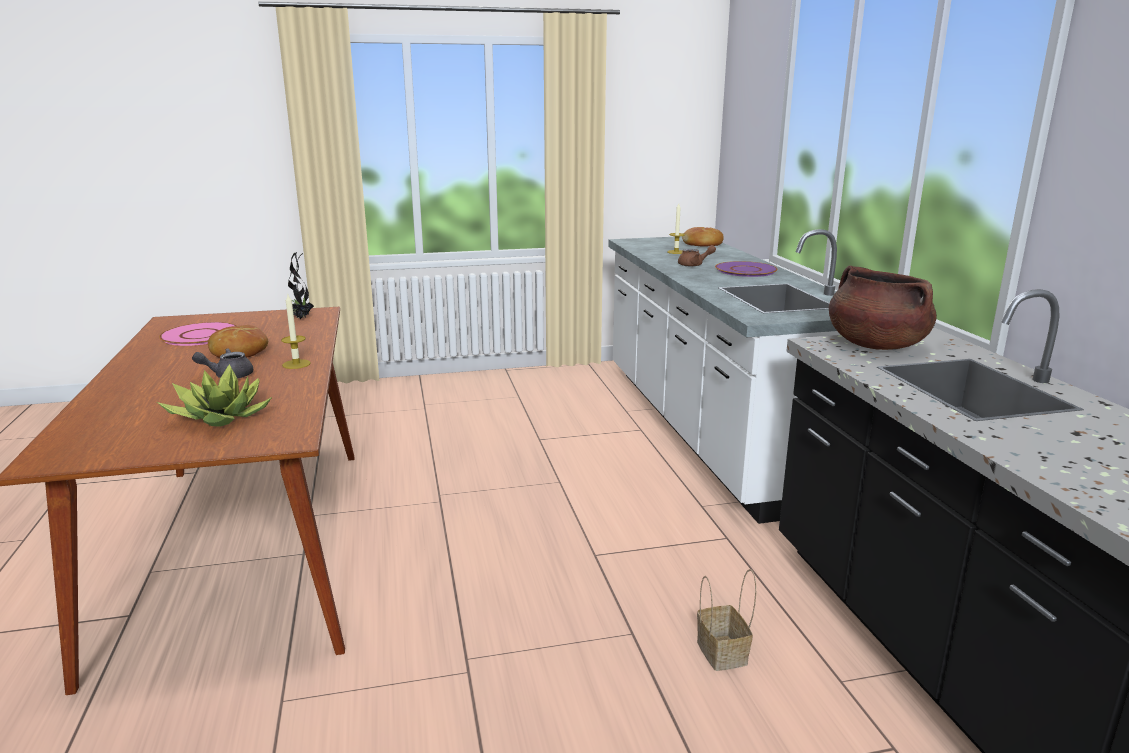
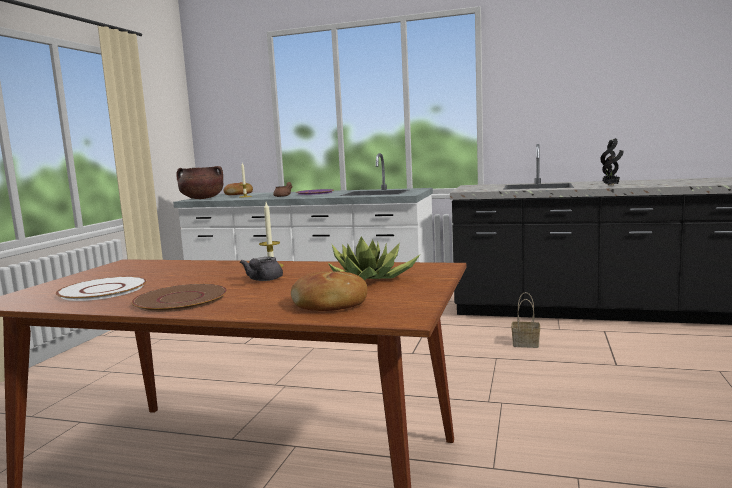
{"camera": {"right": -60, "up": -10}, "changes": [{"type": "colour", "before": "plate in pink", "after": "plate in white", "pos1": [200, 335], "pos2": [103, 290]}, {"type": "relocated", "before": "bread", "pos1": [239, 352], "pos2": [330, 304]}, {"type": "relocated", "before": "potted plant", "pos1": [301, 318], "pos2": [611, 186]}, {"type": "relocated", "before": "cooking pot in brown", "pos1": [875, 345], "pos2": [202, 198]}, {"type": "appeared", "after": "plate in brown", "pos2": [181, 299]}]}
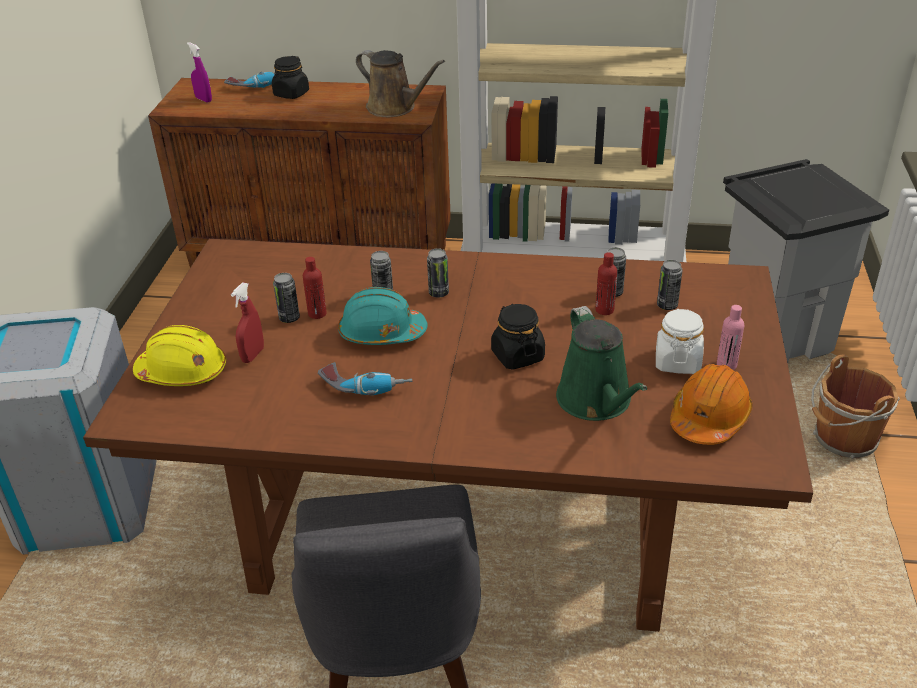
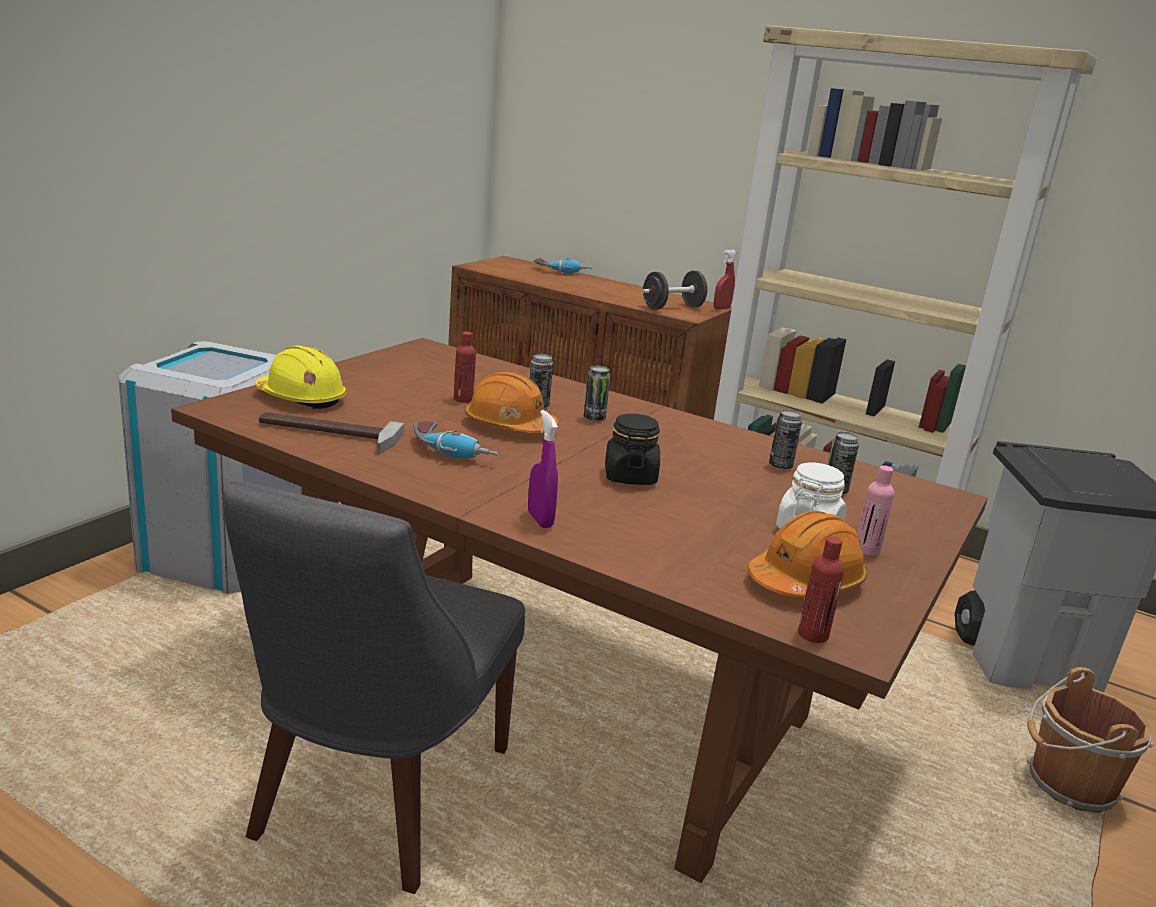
{"camera": {"right": 20, "up": -15}, "changes": [{"type": "relocated", "before": "spray bottle in purple", "pos1": [203, 99], "pos2": [540, 520]}, {"type": "relocated", "before": "spray bottle in red", "pos1": [253, 355], "pos2": [721, 308]}, {"type": "missing", "before": "jar in black", "pos1": [291, 94]}, {"type": "missing", "before": "can", "pos1": [289, 318]}, {"type": "colour", "before": "hard hat in turquoise", "after": "hard hat in orange", "pos1": [381, 333], "pos2": [509, 426]}, {"type": "exchanged", "before": "watering can in brown", "after": "dumbbell in black", "pos1": [395, 108], "pos2": [672, 307]}, {"type": "missing", "before": "watering can in green", "pos1": [597, 401]}, {"type": "relocated", "before": "bottle in red", "pos1": [604, 310], "pos2": [813, 635]}, {"type": "appeared", "after": "hammer", "pos2": [326, 434]}]}
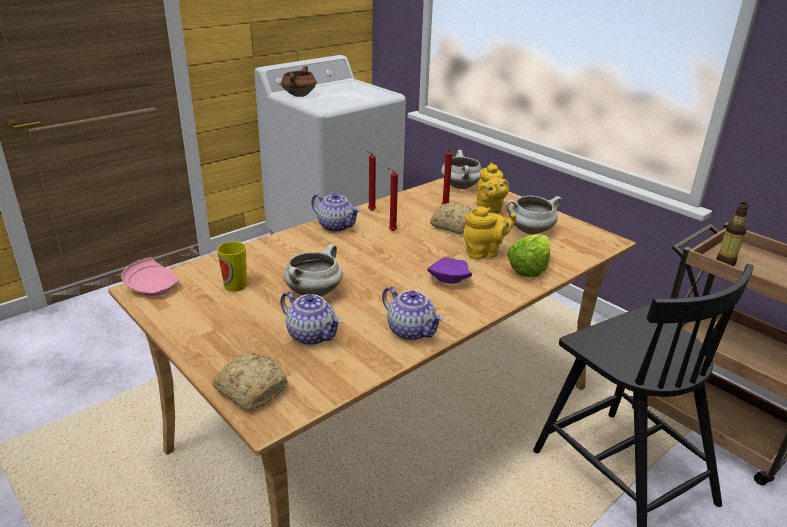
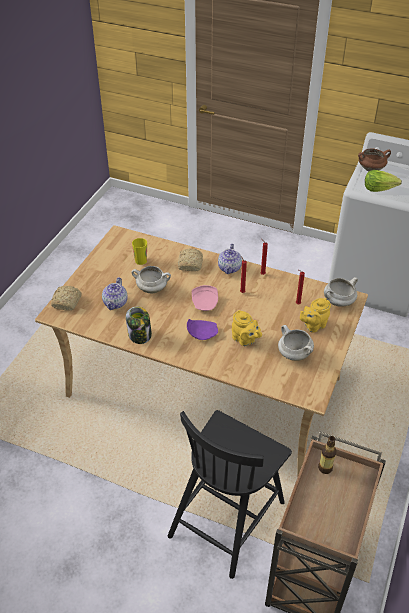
{"camera": {"right": 65, "up": 15}, "changes": [{"type": "relocated", "before": "plate in pink", "pos1": [153, 287], "pos2": [205, 303]}, {"type": "exchanged", "before": "teapot", "after": "jar", "pos1": [411, 331], "pos2": [140, 335]}, {"type": "relocated", "before": "bread", "pos1": [452, 226], "pos2": [190, 263]}, {"type": "relocated", "before": "lettuce", "pos1": [529, 268], "pos2": [379, 188]}]}
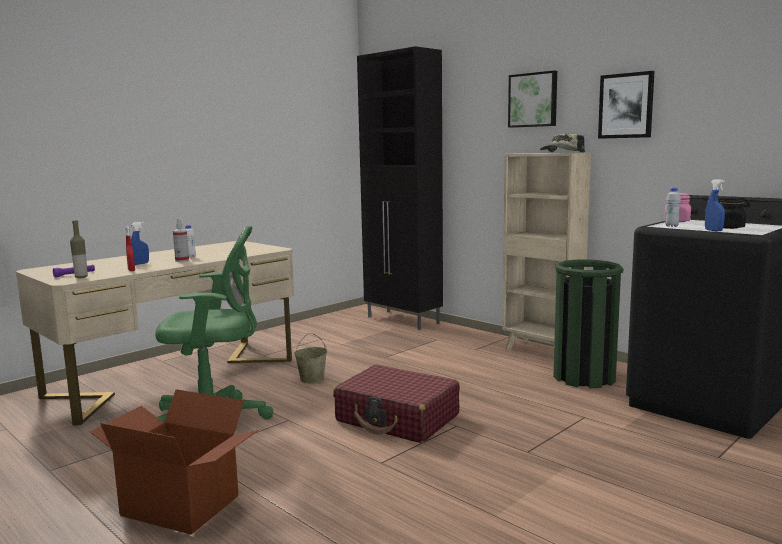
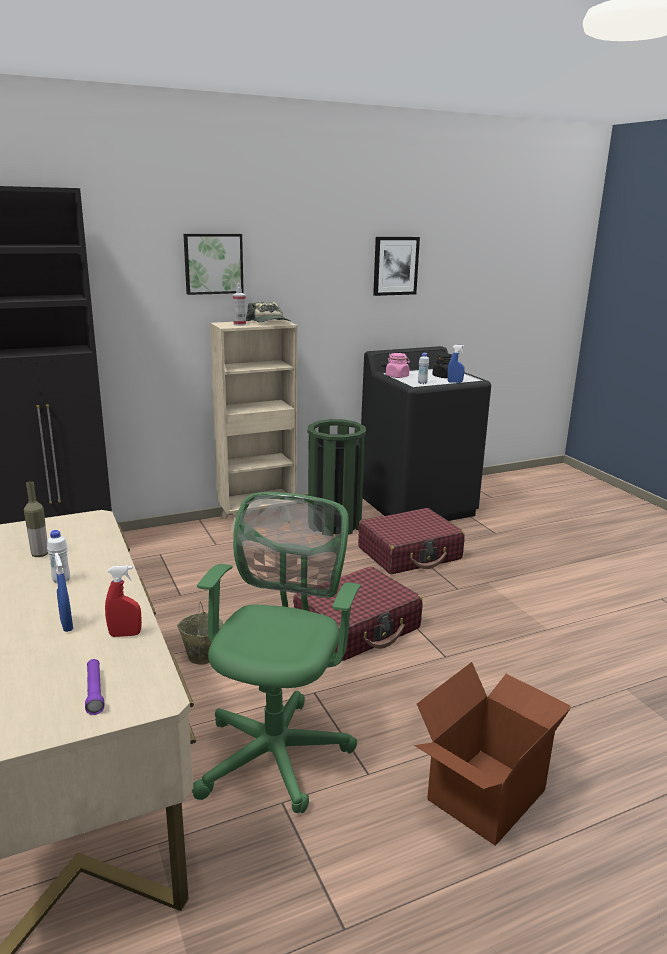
{"camera": {"right": -70, "up": 10}, "changes": [{"type": "relocated", "before": "bottle", "pos1": [81, 277], "pos2": [40, 554]}, {"type": "relocated", "before": "spray bottle", "pos1": [182, 260], "pos2": [239, 324]}, {"type": "relocated", "before": "picture", "pos1": [626, 106], "pos2": [395, 266]}, {"type": "appeared", "after": "suitcase in red", "pos2": [410, 553]}]}
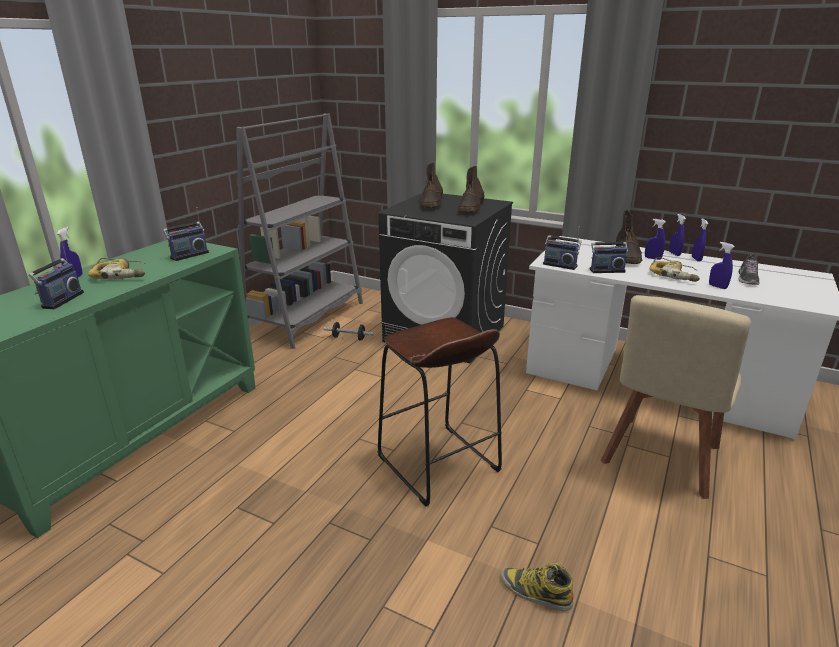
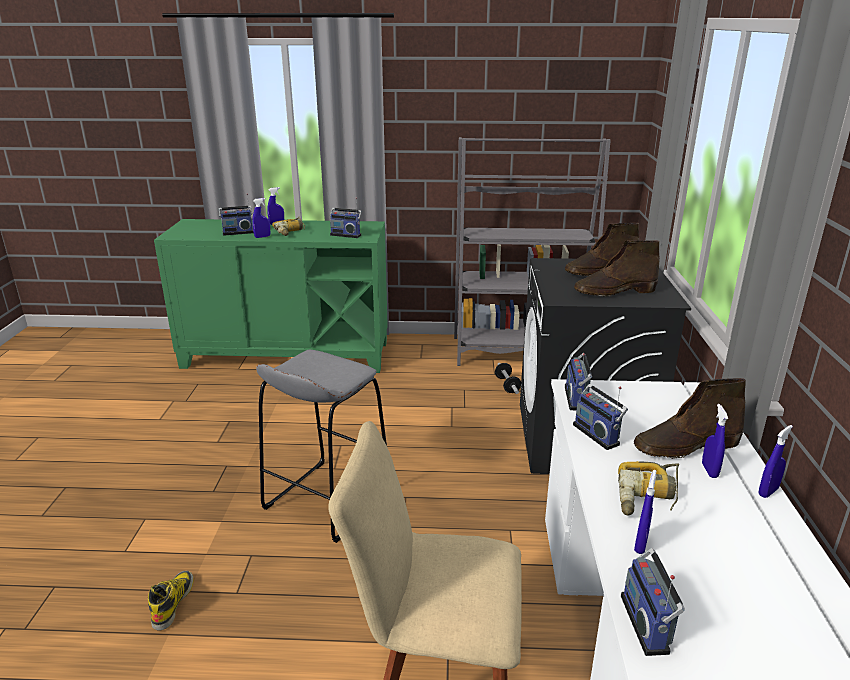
{"camera": {"right": 65, "up": 0}, "changes": [{"type": "colour", "before": "stool in brown", "after": "stool in grey", "pos1": [438, 464], "pos2": [327, 499]}, {"type": "relocated", "before": "spray bottle in blue", "pos1": [696, 259], "pos2": [262, 237]}, {"type": "missing", "before": "shoe", "pos1": [747, 279]}, {"type": "appeared", "after": "radio", "pos2": [648, 623]}]}
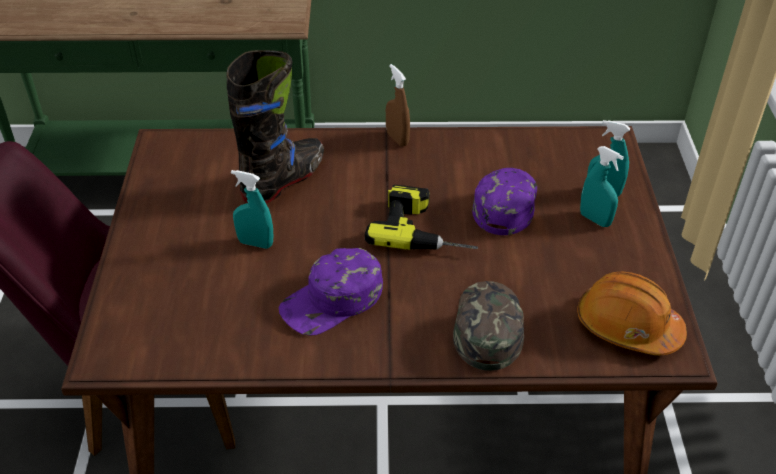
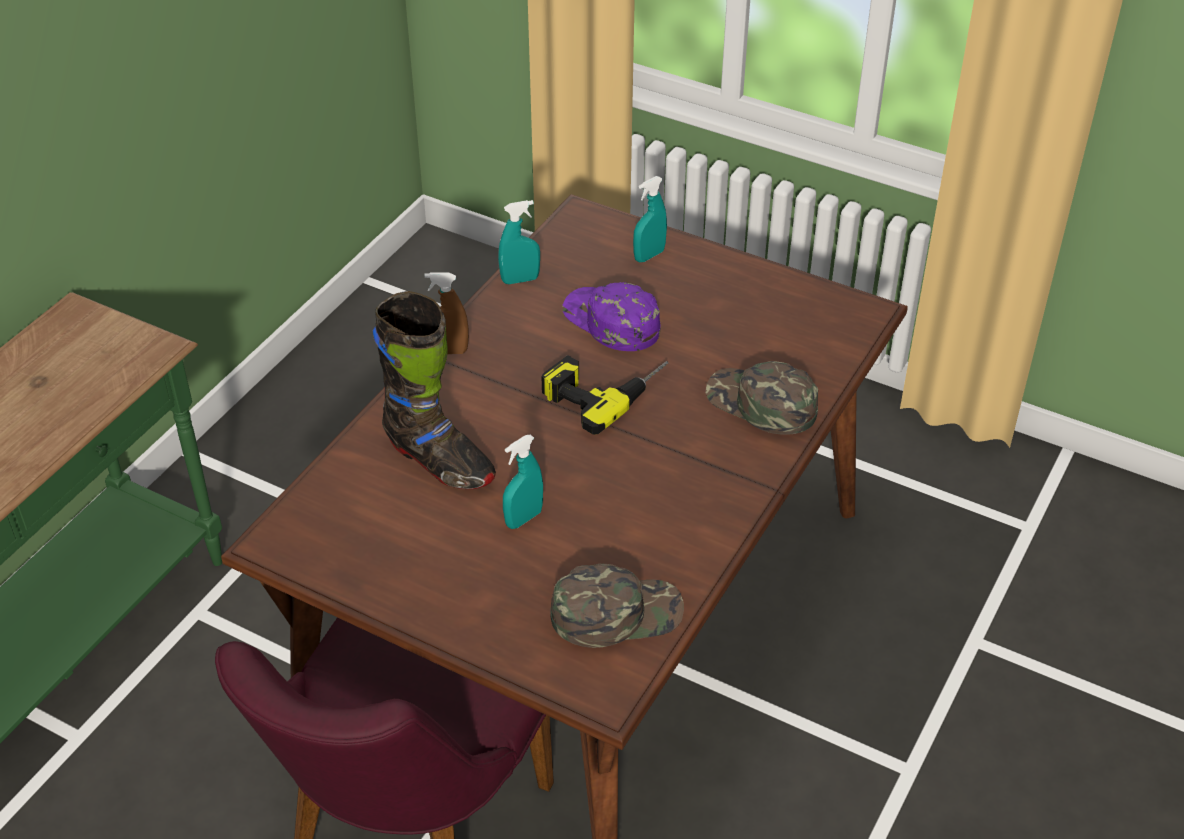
{"camera": {"right": -60, "up": 0}, "changes": [{"type": "spun", "before": "boot in black", "pos1": [284, 180], "pos2": [438, 461], "turn": 150}, {"type": "missing", "before": "cap in purple", "pos1": [333, 300]}, {"type": "missing", "before": "hard hat in orange", "pos1": [627, 326]}, {"type": "relocated", "before": "spray bottle in turquoise", "pos1": [595, 219], "pos2": [520, 280]}, {"type": "appeared", "after": "cap in green", "pos2": [616, 612]}]}
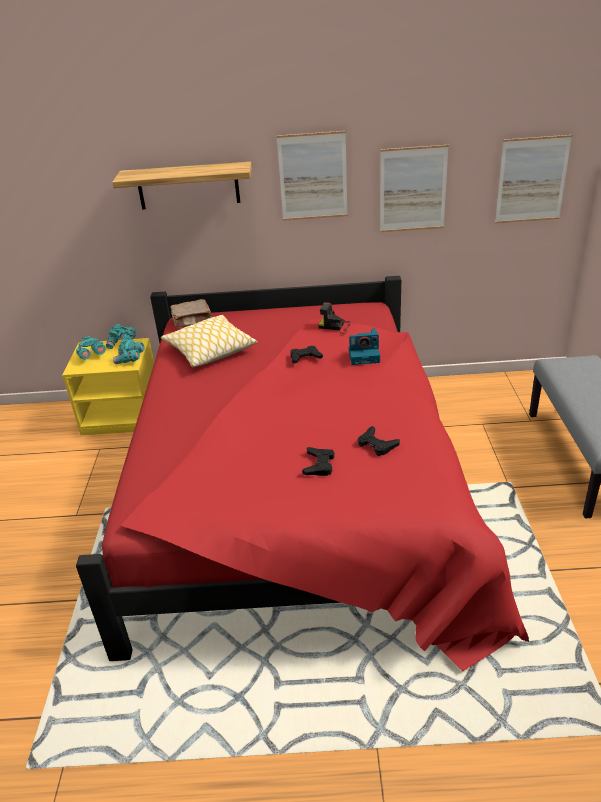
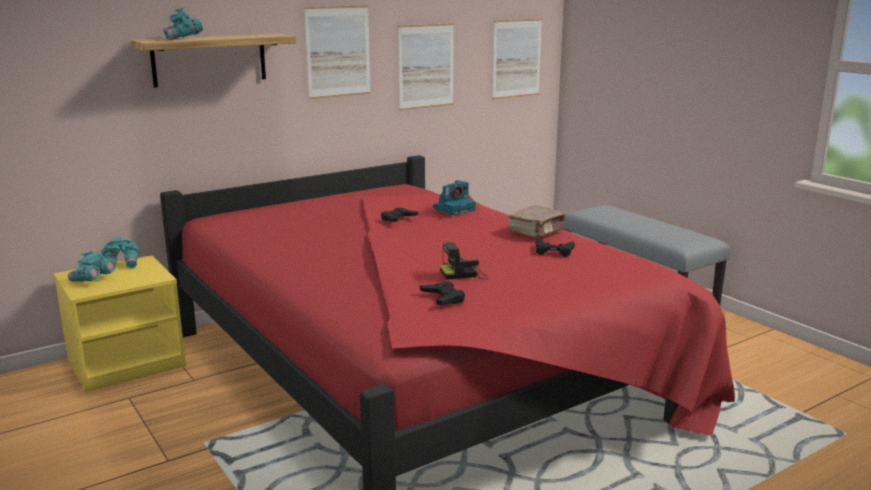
{"camera": {"right": -35, "up": -15}, "changes": [{"type": "relocated", "before": "binoculars in turquoise", "pos1": [130, 360], "pos2": [184, 39]}, {"type": "missing", "before": "pillow", "pos1": [210, 350]}, {"type": "relocated", "before": "book in brown", "pos1": [193, 320], "pos2": [537, 231]}, {"type": "relocated", "before": "game controller in black", "pos1": [319, 465], "pos2": [443, 298]}, {"type": "relocated", "before": "photo camera", "pos1": [335, 327], "pos2": [464, 274]}]}
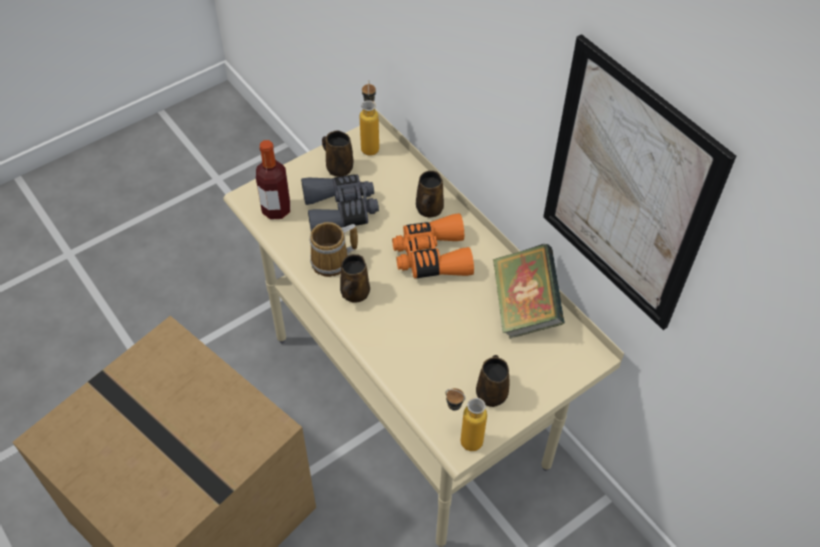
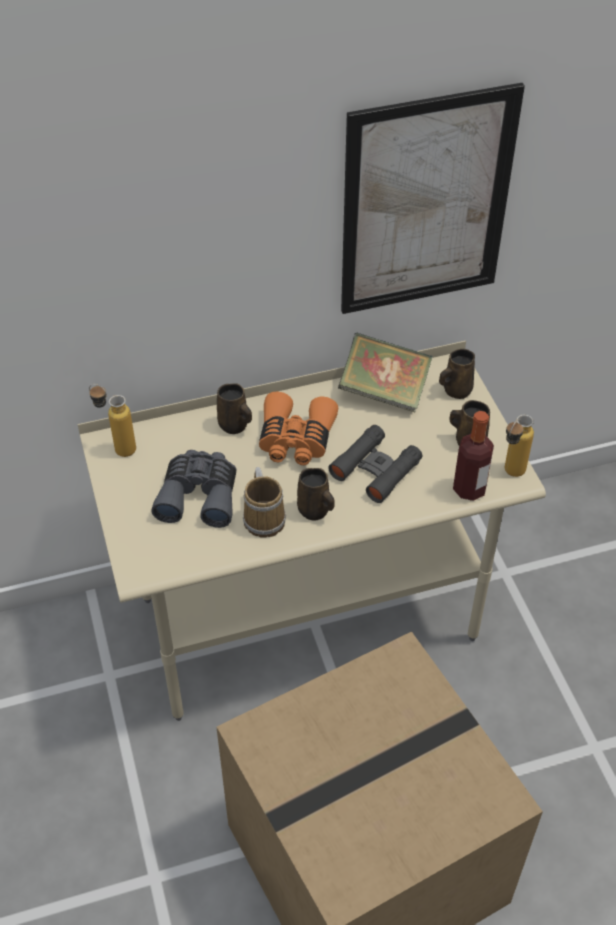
{"camera": {"right": -70, "up": -5}, "changes": [{"type": "relocated", "before": "bottle", "pos1": [276, 210], "pos2": [469, 489]}, {"type": "relocated", "before": "mug in brown", "pos1": [338, 167], "pos2": [456, 390]}, {"type": "appeared", "after": "binoculars in black", "pos2": [375, 469]}]}
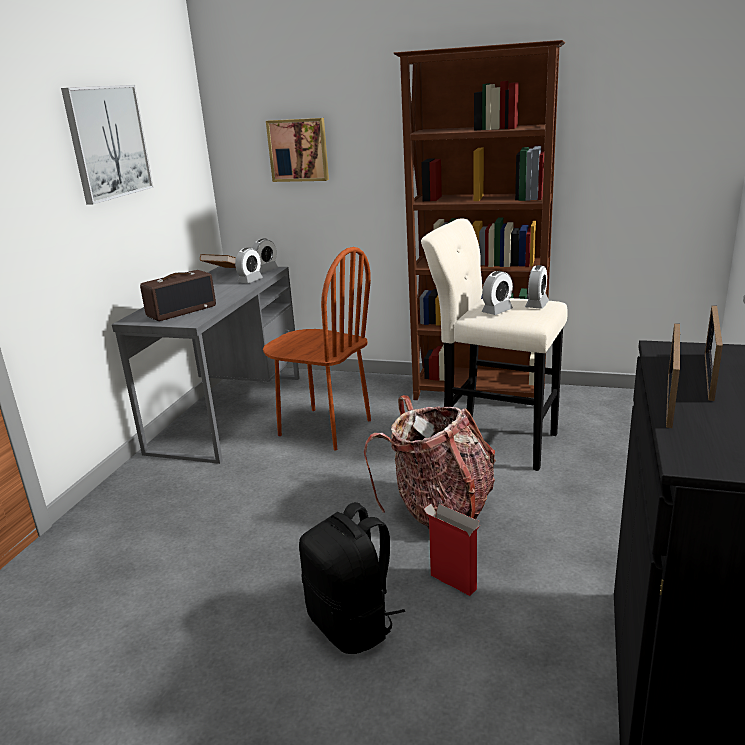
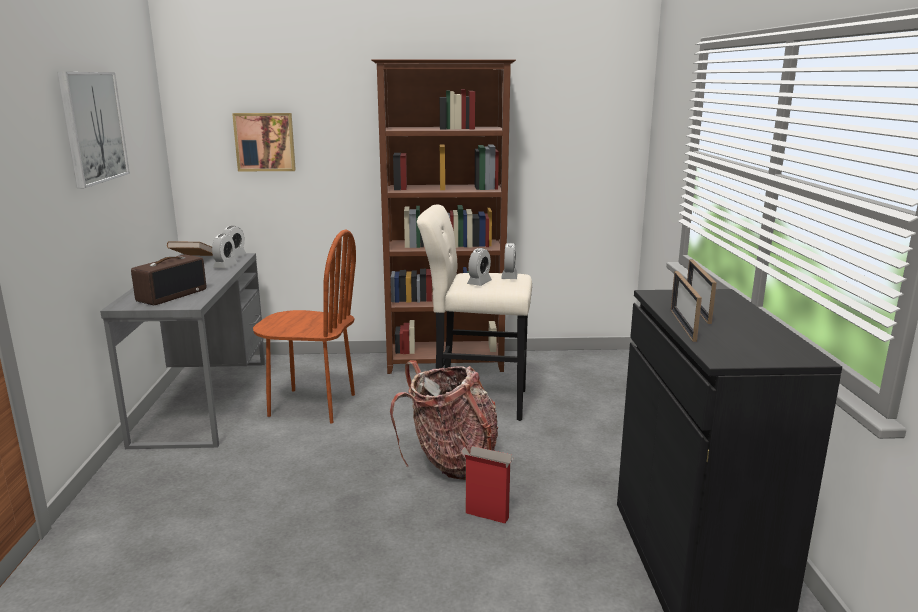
{"camera": {"right": -20, "up": -5}, "changes": [{"type": "missing", "before": "backpack in black", "pos1": [353, 625]}]}
